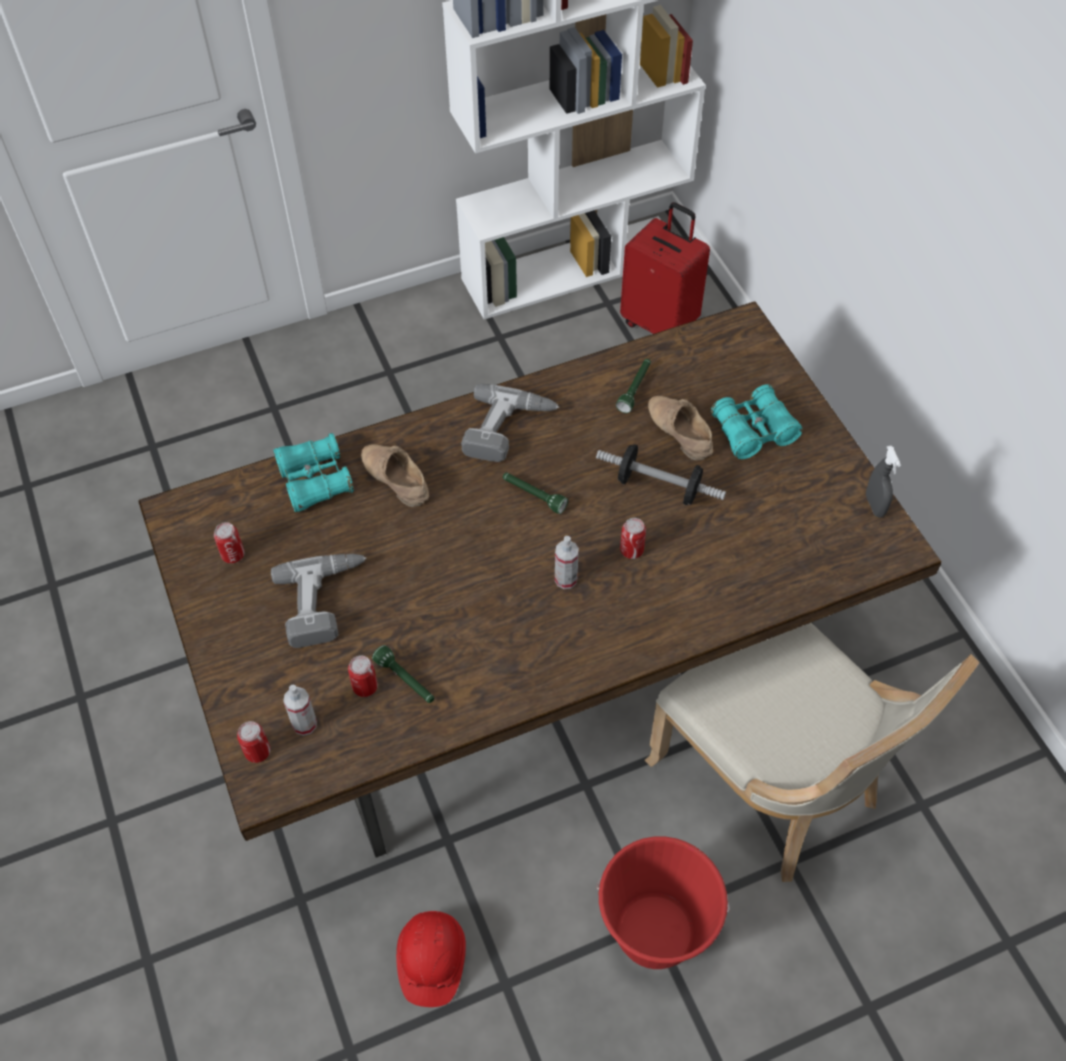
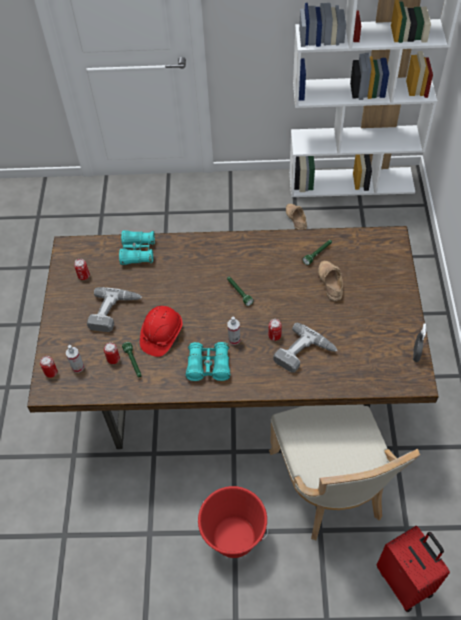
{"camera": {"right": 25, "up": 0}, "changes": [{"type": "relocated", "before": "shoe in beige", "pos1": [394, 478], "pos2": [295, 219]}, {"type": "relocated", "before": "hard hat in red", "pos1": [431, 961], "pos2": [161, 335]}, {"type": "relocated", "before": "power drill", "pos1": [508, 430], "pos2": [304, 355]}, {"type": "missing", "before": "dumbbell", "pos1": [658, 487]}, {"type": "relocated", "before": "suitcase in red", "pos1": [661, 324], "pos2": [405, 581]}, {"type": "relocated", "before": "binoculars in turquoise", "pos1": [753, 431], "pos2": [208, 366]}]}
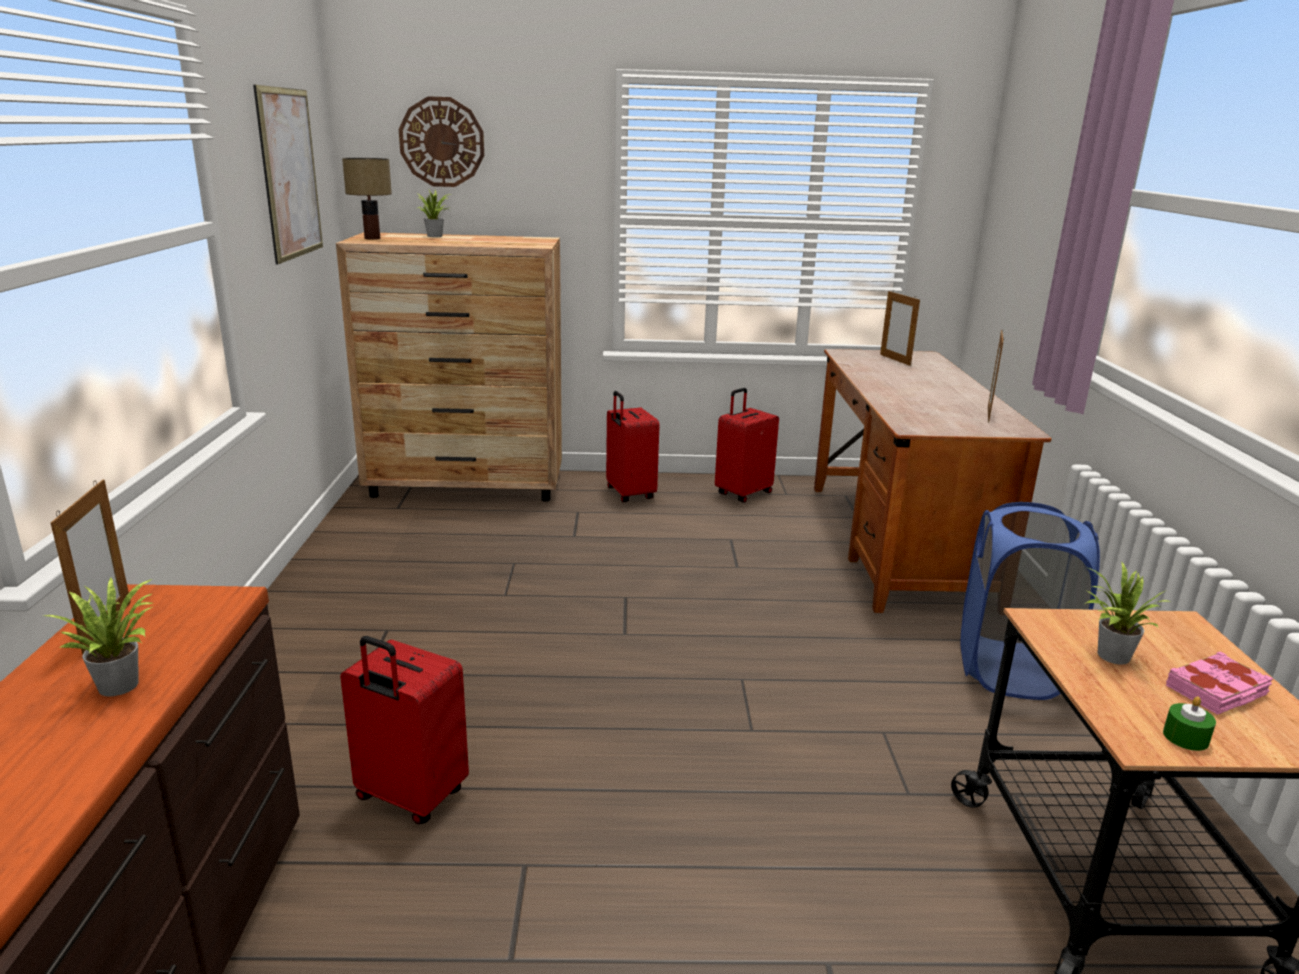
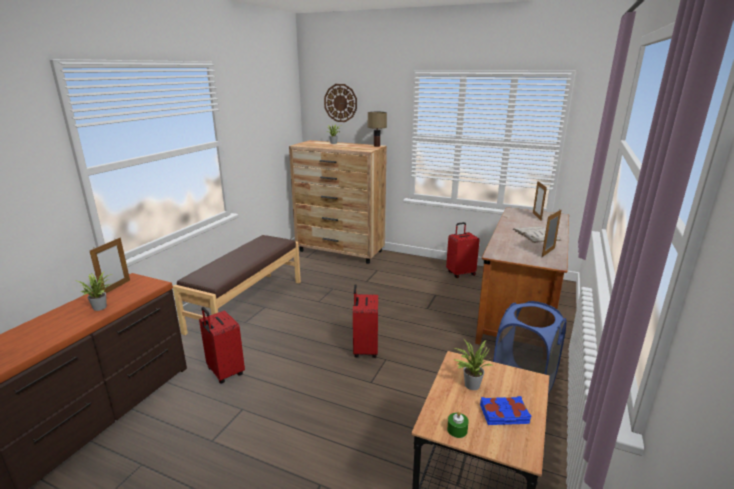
{"camera": {"right": 25, "up": 0}, "changes": [{"type": "missing", "before": "picture", "pos1": [290, 174]}, {"type": "relocated", "before": "table lamp", "pos1": [372, 238], "pos2": [376, 146]}, {"type": "relocated", "before": "suitcase in red", "pos1": [629, 494], "pos2": [364, 349]}, {"type": "colour", "before": "book in pink", "after": "book in blue", "pos1": [1217, 691], "pos2": [504, 414]}, {"type": "appeared", "after": "bench in brown", "pos2": [246, 305]}, {"type": "appeared", "after": "book in white", "pos2": [536, 234]}]}
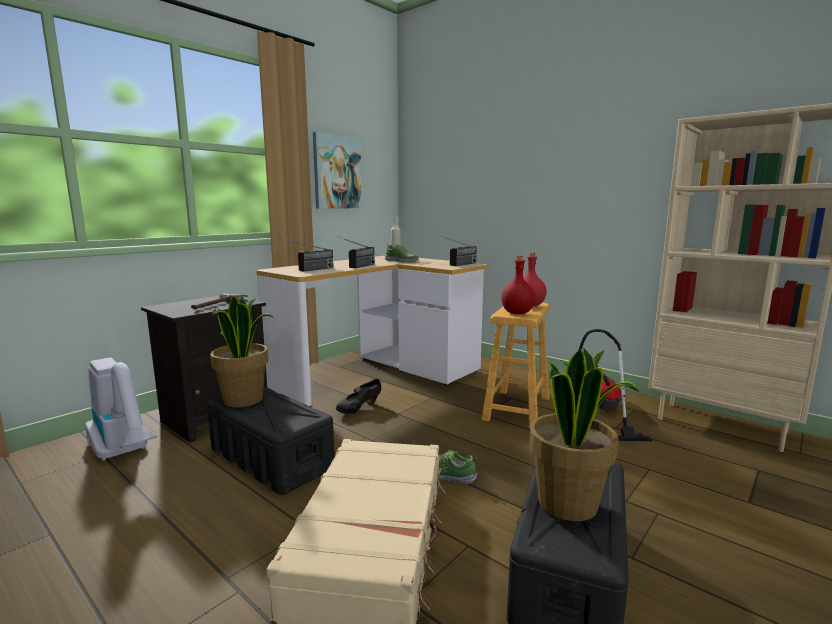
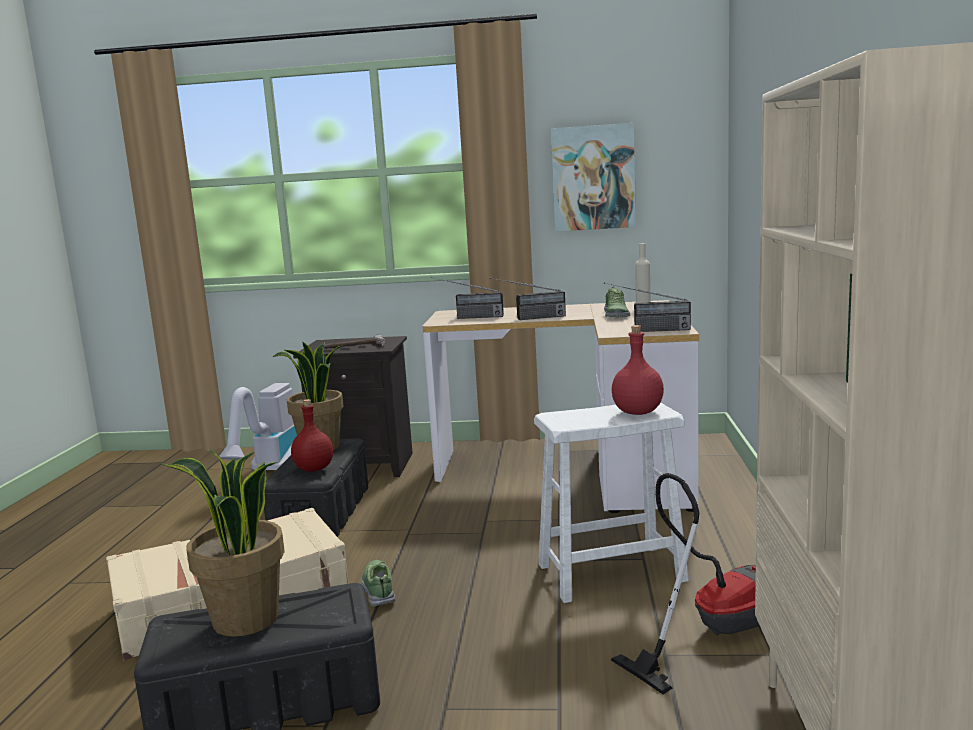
{"camera": {"right": 55, "up": 0}, "changes": [{"type": "missing", "before": "shoe in black", "pos1": [359, 409]}, {"type": "colour", "before": "stool in brown", "after": "stool in white", "pos1": [517, 409], "pos2": [611, 573]}, {"type": "relocated", "before": "bottle in red", "pos1": [517, 313], "pos2": [315, 469]}]}
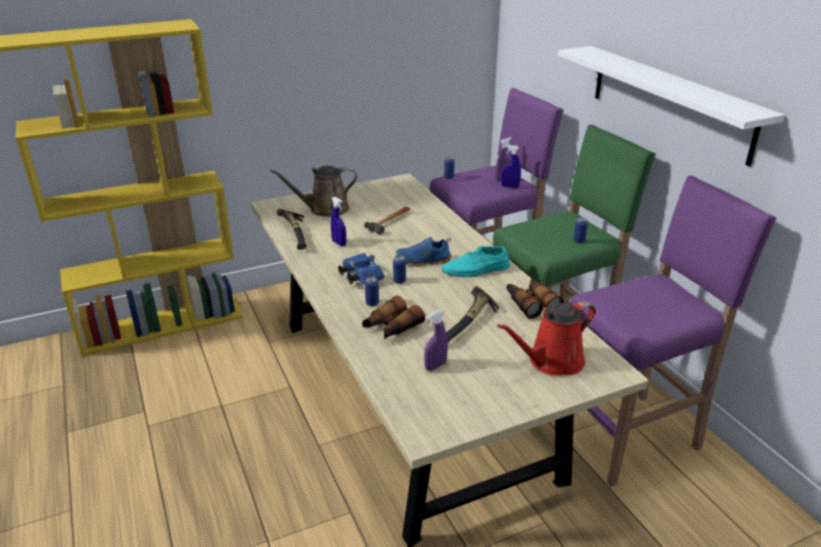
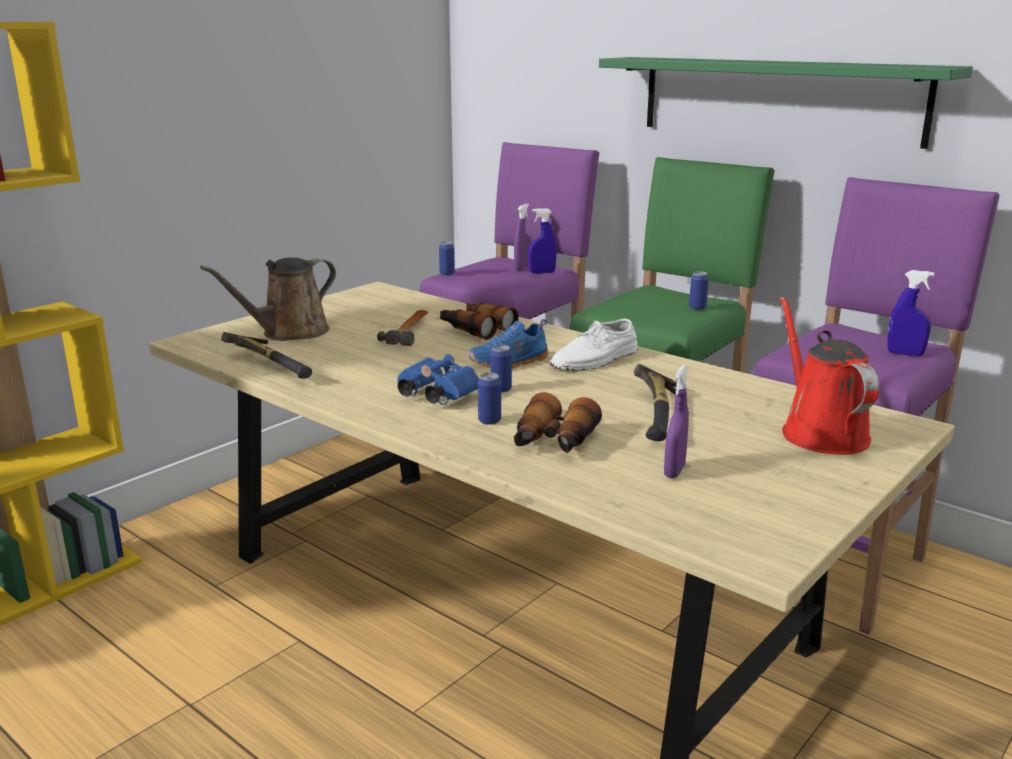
{"camera": {"right": -25, "up": -10}, "changes": [{"type": "relocated", "before": "spray bottle in blue", "pos1": [339, 243], "pos2": [905, 354]}, {"type": "colour", "before": "shoe in turquoise", "after": "shoe in white", "pos1": [476, 270], "pos2": [595, 359]}, {"type": "spun", "before": "watering can in red", "pos1": [551, 362], "pos2": [820, 432], "turn": 135}, {"type": "relocated", "before": "binoculars", "pos1": [531, 303], "pos2": [476, 329]}, {"type": "colour", "before": "shelf in white", "after": "shelf in green", "pos1": [669, 101], "pos2": [778, 99]}]}
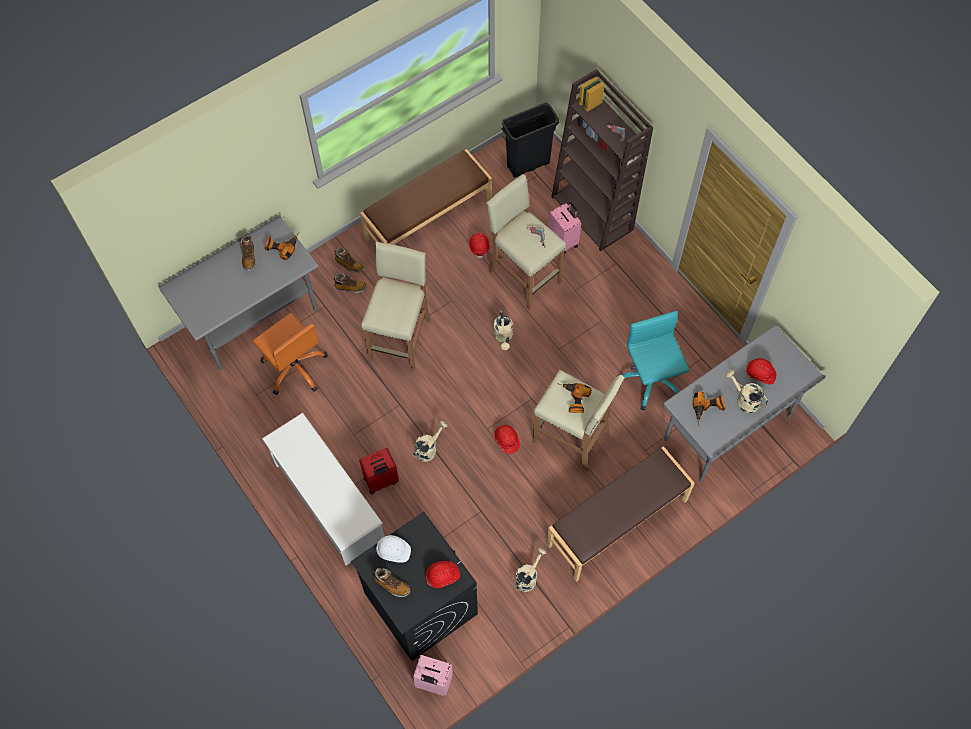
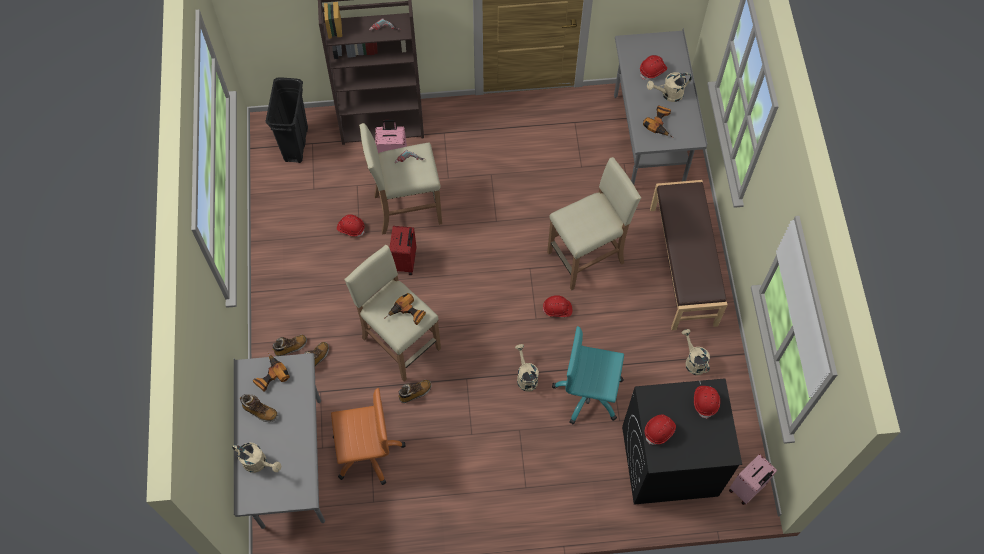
{"camera": {"right": -60, "up": 0}, "changes": [{"type": "missing", "before": "shoe rack in white", "pos1": [328, 502]}, {"type": "relocated", "before": "suitcase in red", "pos1": [381, 481], "pos2": [405, 262]}, {"type": "missing", "before": "bench in brown", "pos1": [428, 220]}, {"type": "relocated", "before": "boot", "pos1": [391, 585], "pos2": [415, 393]}, {"type": "colour", "before": "hard hat in white", "after": "hard hat in red", "pos1": [393, 551], "pos2": [659, 431]}, {"type": "relocated", "before": "watering can in beige", "pos1": [503, 337], "pos2": [259, 463]}, {"type": "relocated", "before": "power drill", "pos1": [573, 399], "pos2": [407, 314]}, {"type": "relocated", "before": "office chair in turquoise", "pos1": [650, 380], "pos2": [588, 393]}]}
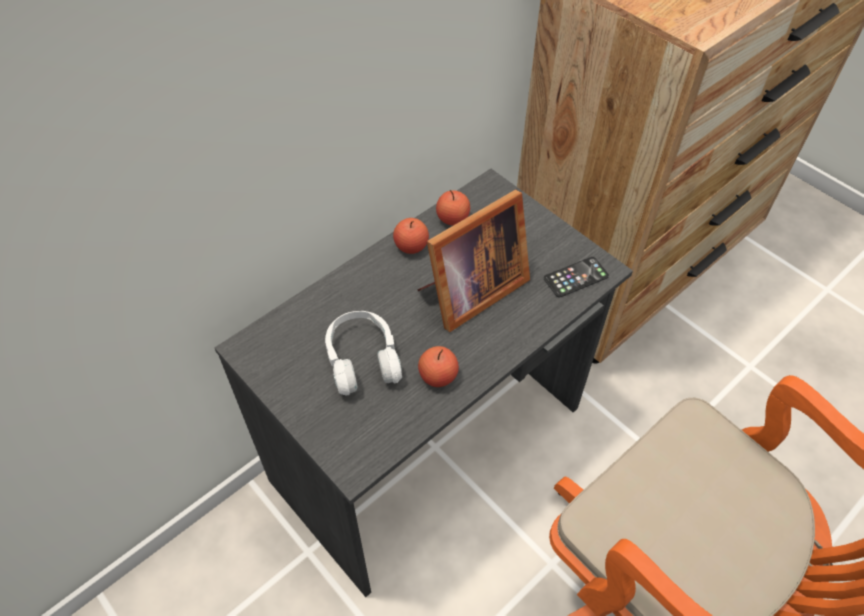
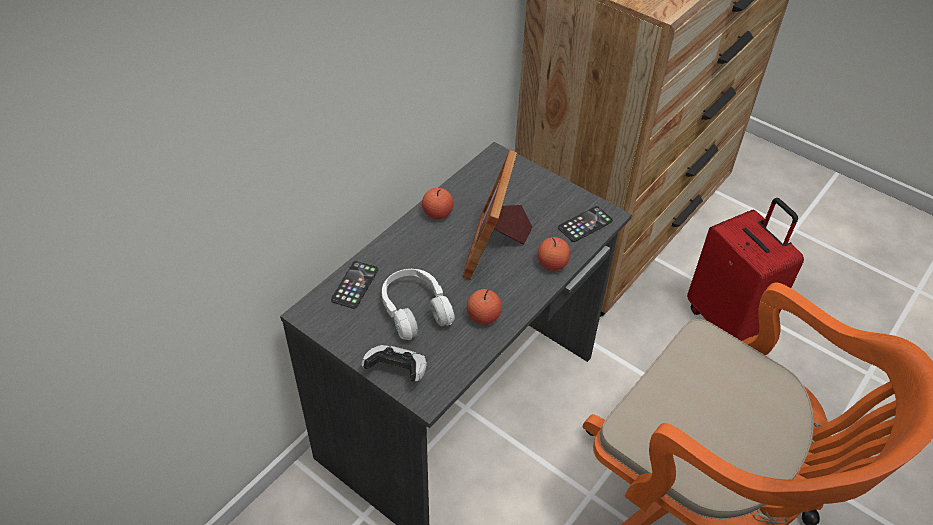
{"camera": {"right": -10, "up": -5}, "changes": [{"type": "spun", "before": "picture frame", "pos1": [469, 292], "pos2": [496, 246], "turn": 150}, {"type": "relocated", "before": "apple", "pos1": [452, 218], "pos2": [552, 264]}, {"type": "appeared", "after": "phone", "pos2": [355, 285]}, {"type": "appeared", "after": "game controller", "pos2": [397, 371]}, {"type": "appeared", "after": "suitcase in red", "pos2": [728, 321]}]}
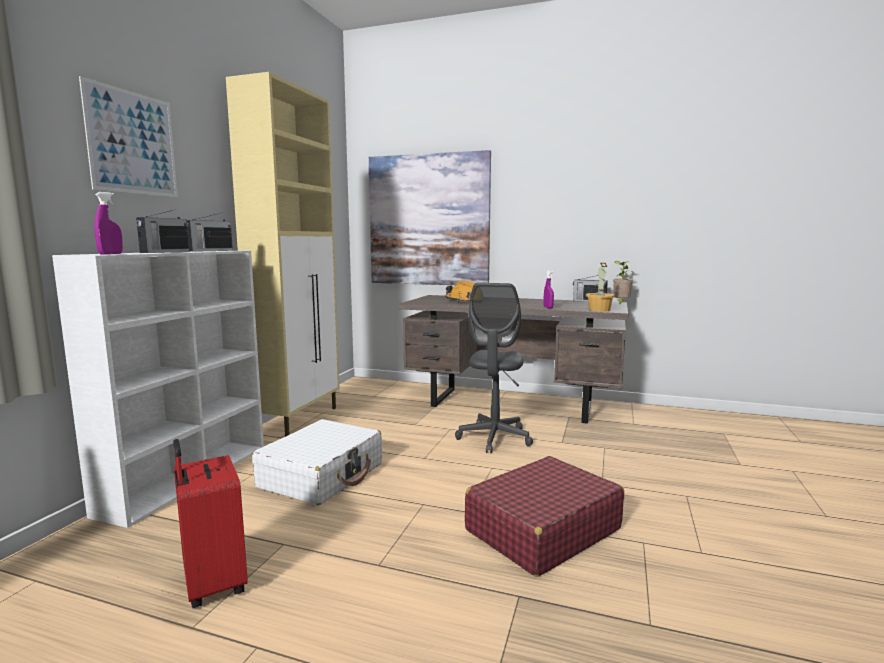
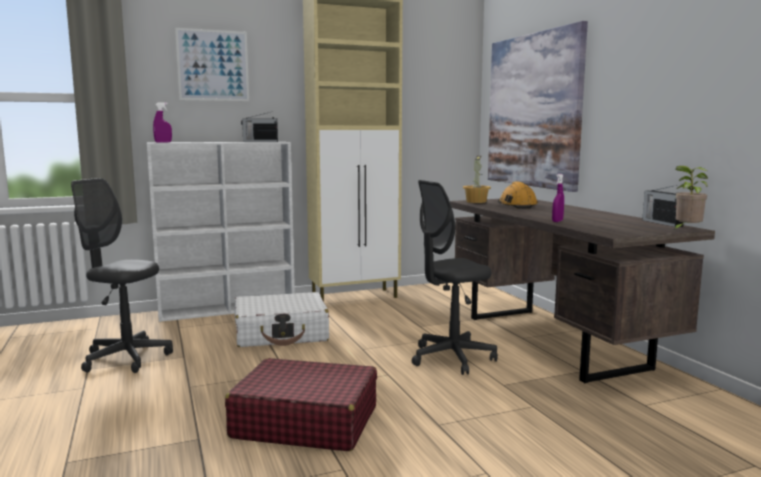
{"camera": {"right": 50, "up": 0}, "changes": [{"type": "missing", "before": "radio", "pos1": [164, 252]}, {"type": "exchanged", "before": "suitcase in red", "after": "office chair in grey", "pos1": [212, 585], "pos2": [126, 358]}, {"type": "relocated", "before": "potted plant", "pos1": [599, 310], "pos2": [476, 201]}]}
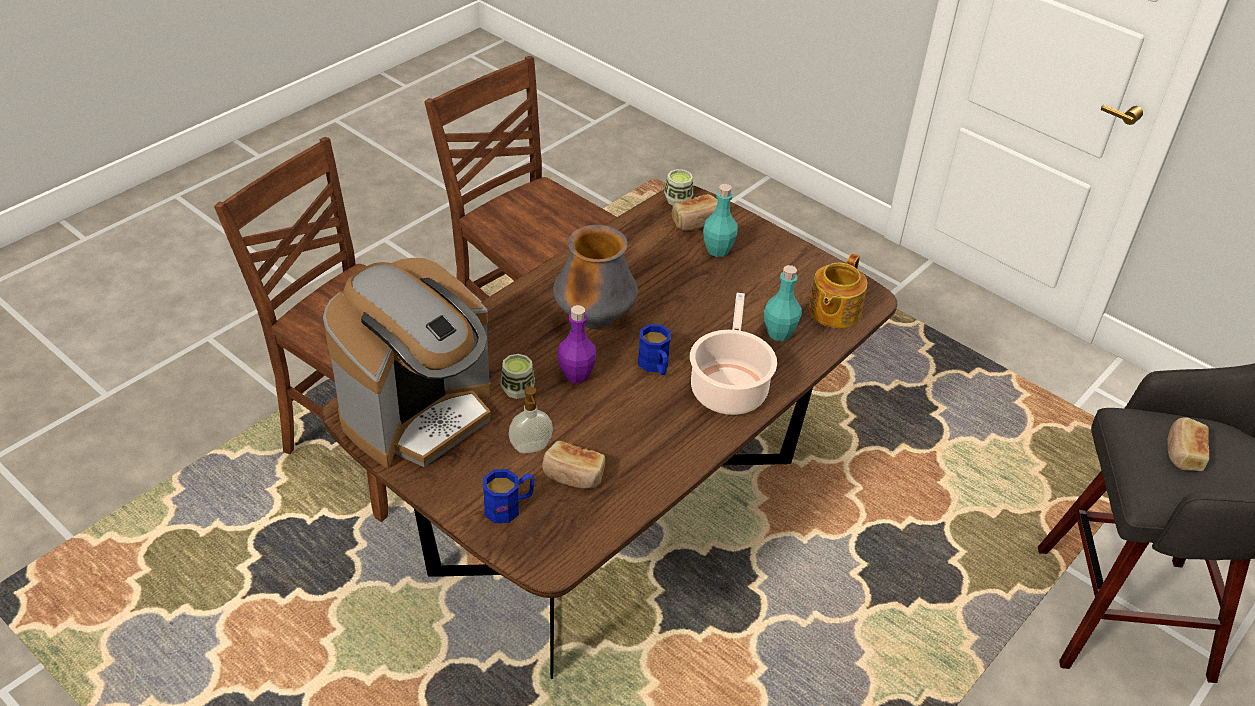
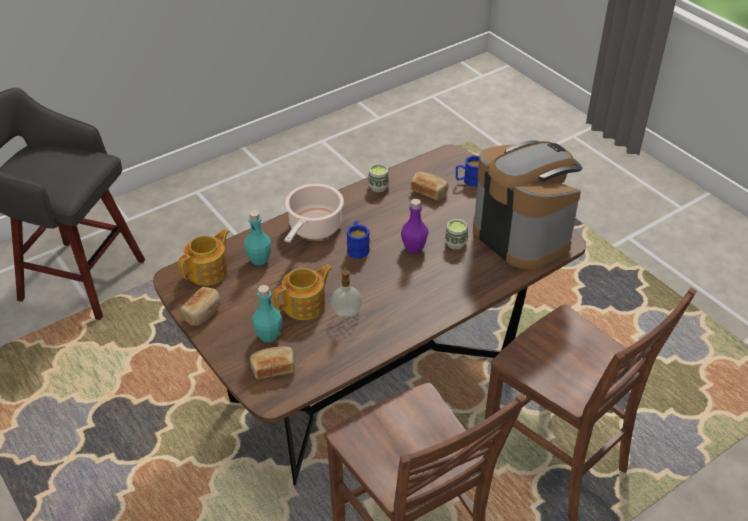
{"camera": {"right": -165, "up": 0}, "changes": [{"type": "spun", "before": "coffee machine", "pos1": [419, 414], "pos2": [521, 235], "turn": 90}, {"type": "relocated", "before": "soap dispenser", "pos1": [531, 448], "pos2": [346, 312]}, {"type": "missing", "before": "vase", "pos1": [594, 321]}, {"type": "relocated", "before": "cup", "pos1": [678, 200], "pos2": [378, 187]}, {"type": "relocated", "before": "bread", "pos1": [1183, 453], "pos2": [202, 313]}, {"type": "appeared", "after": "teapot", "pos2": [305, 305]}]}
